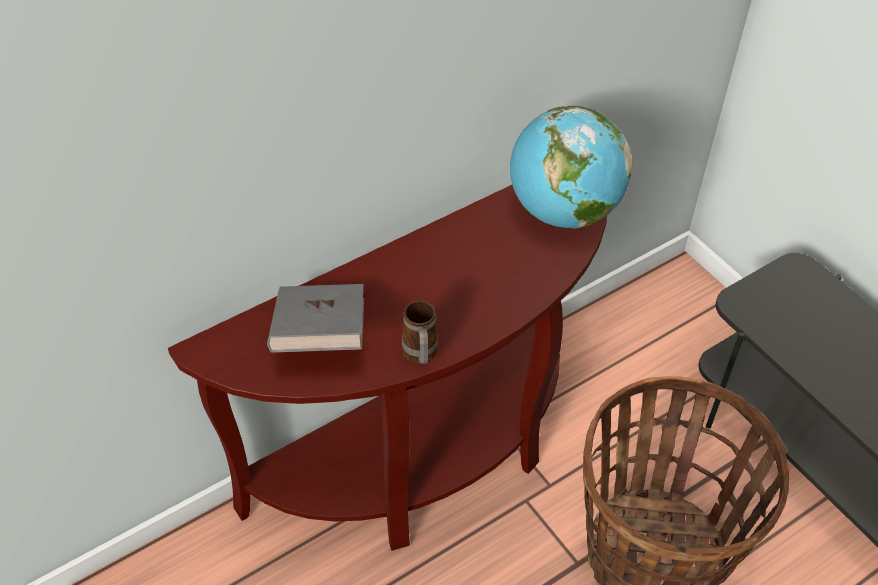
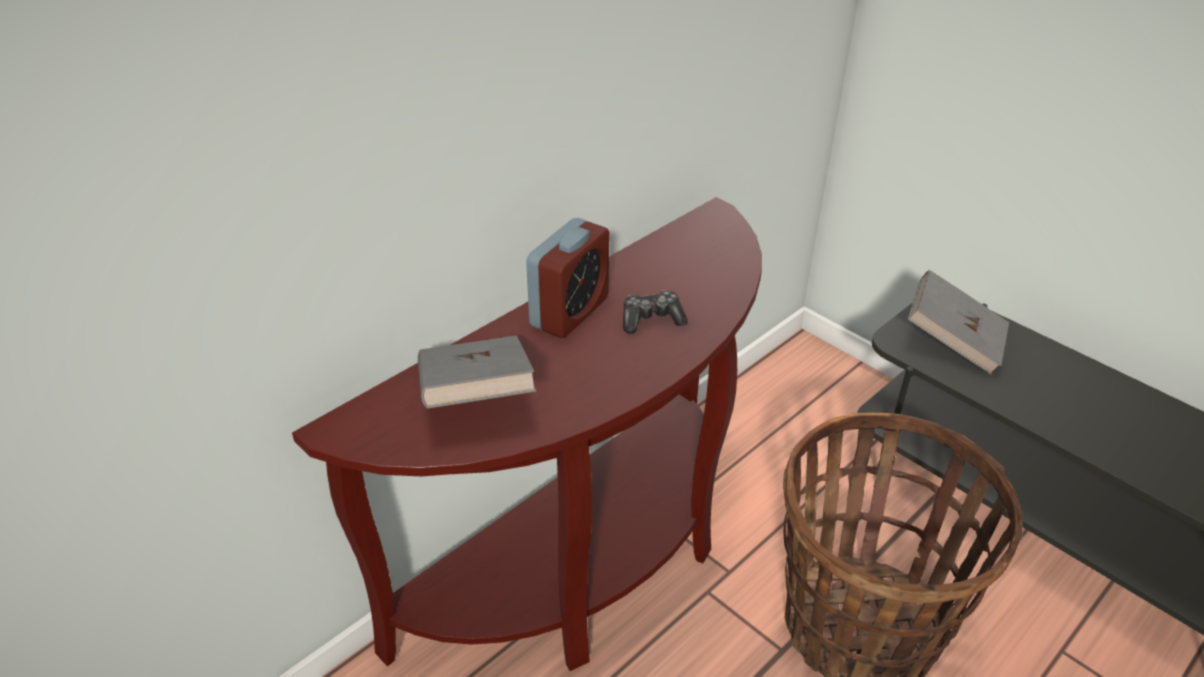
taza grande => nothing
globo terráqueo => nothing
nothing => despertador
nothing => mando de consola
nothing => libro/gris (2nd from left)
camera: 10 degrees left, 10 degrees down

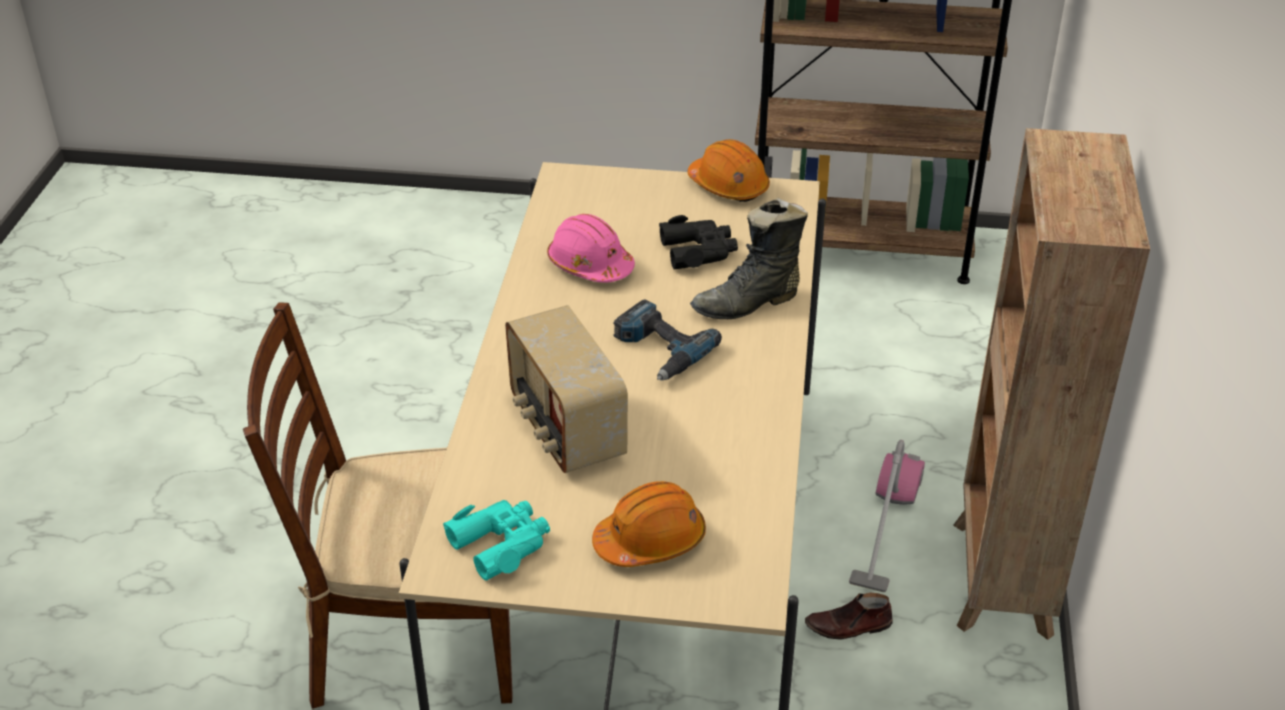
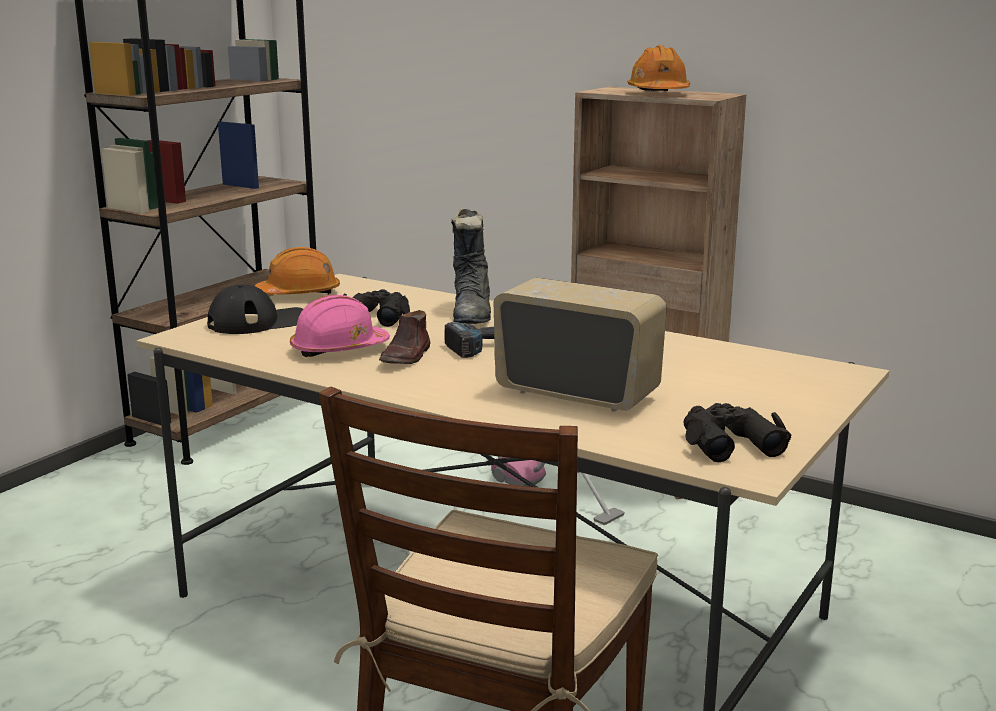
prismáticos/turquesa => prismáticos/negro (2nd from left)
radio, 150 degrees counterclockwise
casco/naranja (1st from left in the first image) => casco/naranja (2nd from left), move
zapato/marrón, move
nothing => gorra/negro
camera: 65 degrees left, 20 degrees down

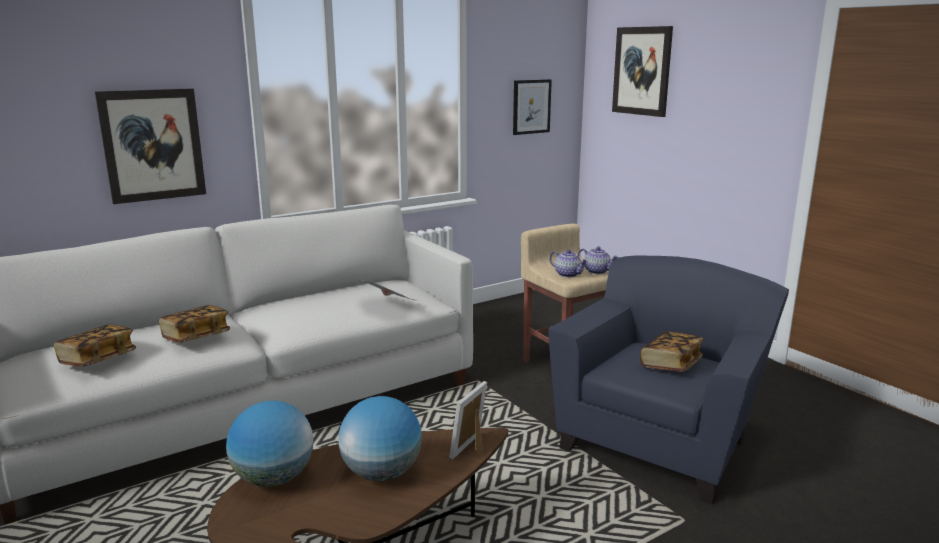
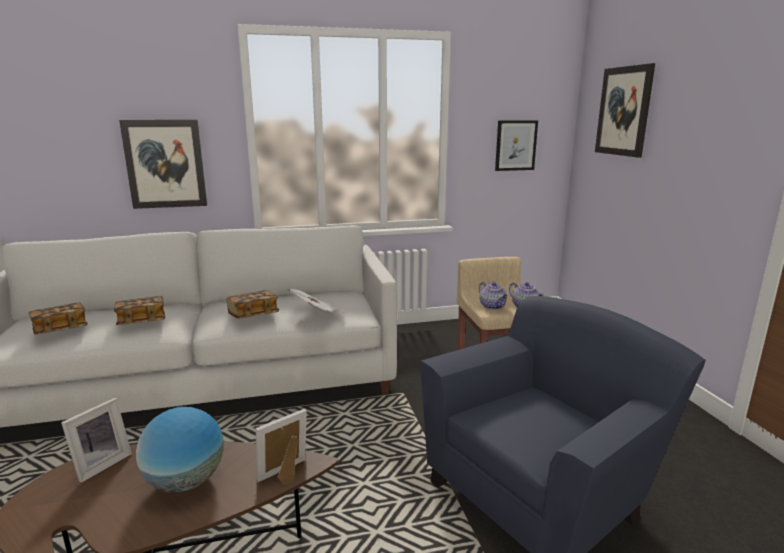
globo terráqueo (1st from left) => portarretratos (1st from left)
libro (3rd from left), move
camera: 20 degrees right, 0 degrees up

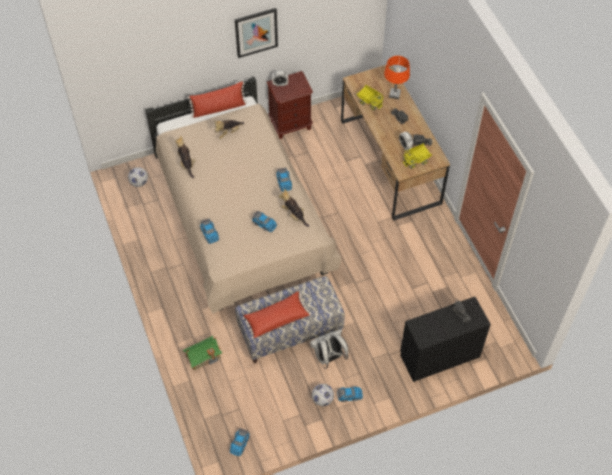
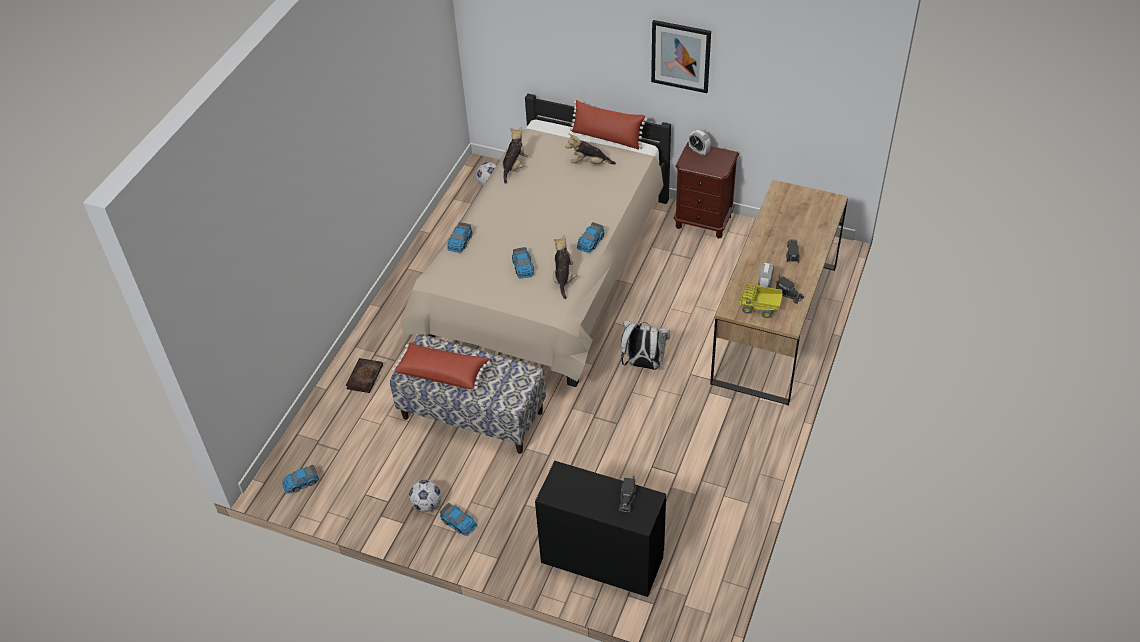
casita => libro
mochila/blanco, move
camión de juguete (1st from left) => nothing
lámpara de mesa/naranja => nothing
camera: 45 degrees right, 10 degrees down

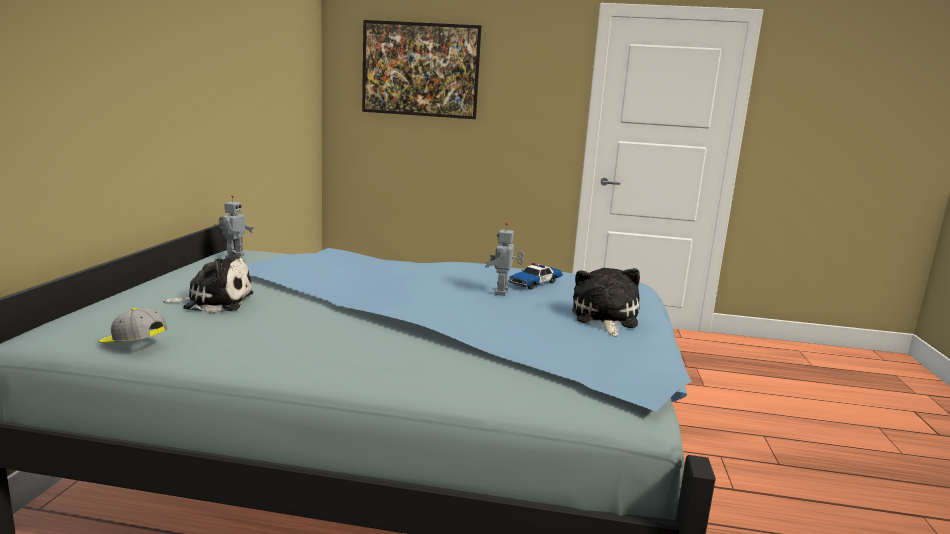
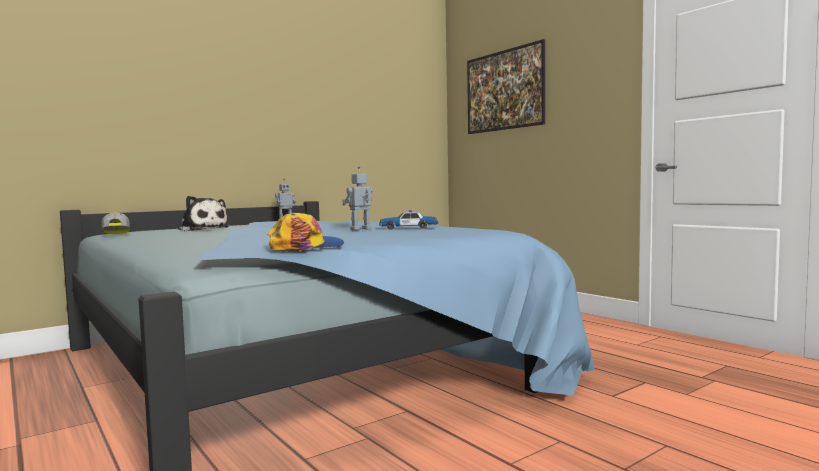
peluche (2nd from left) => nothing
nothing => gorra (2nd from left)
camera: 45 degrees right, 10 degrees down

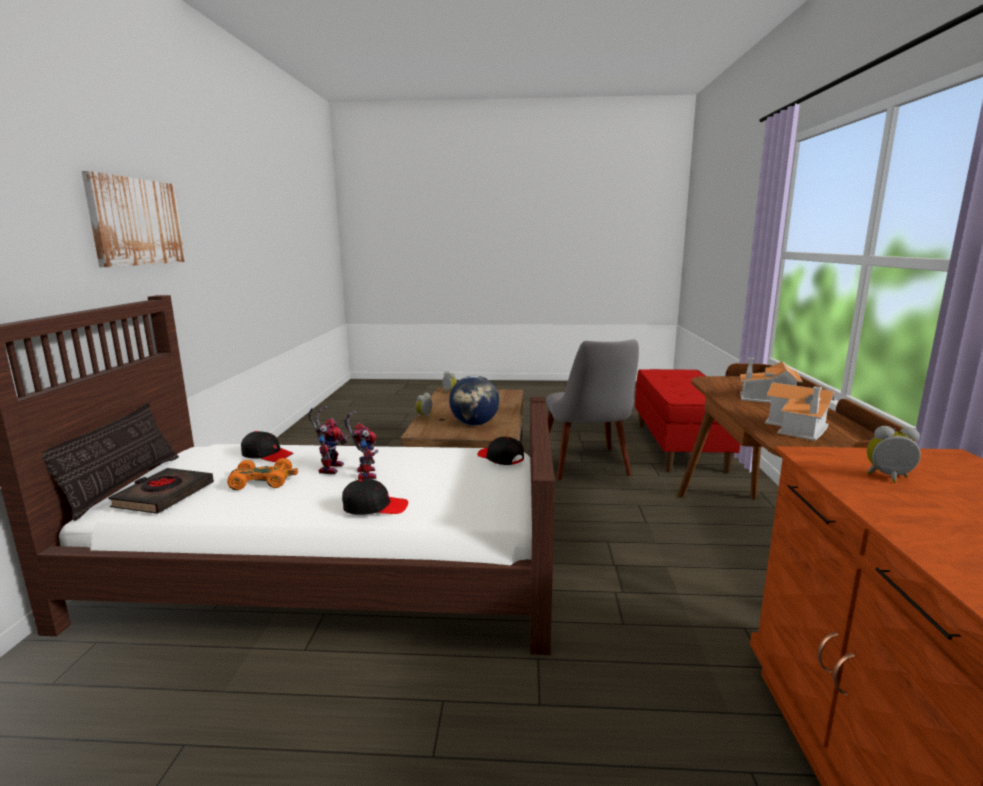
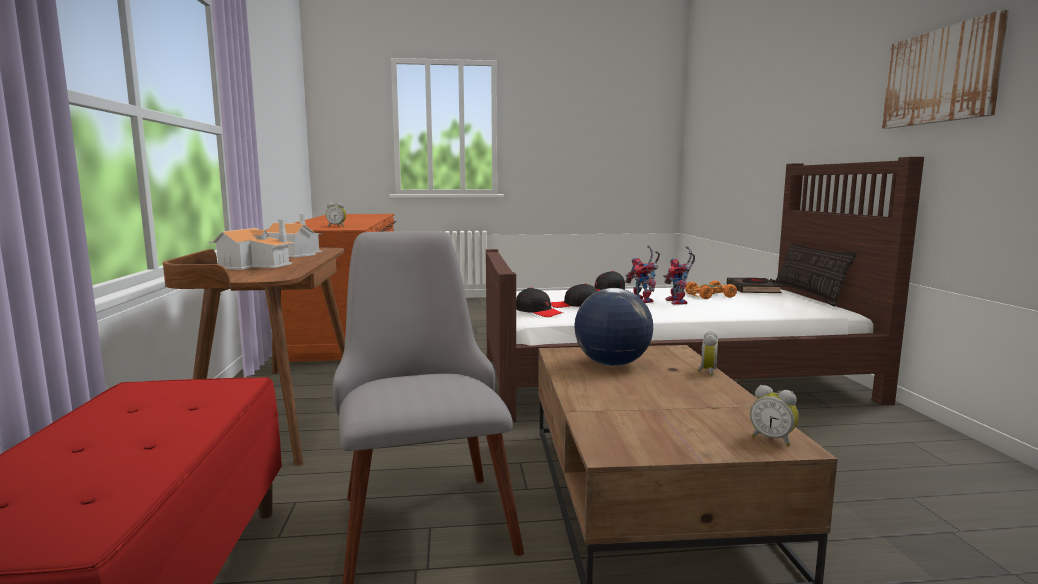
gorra/negro (1st from left in the first image) => gorra/negro (2nd from left), move
camera: 170 degrees right, 5 degrees down

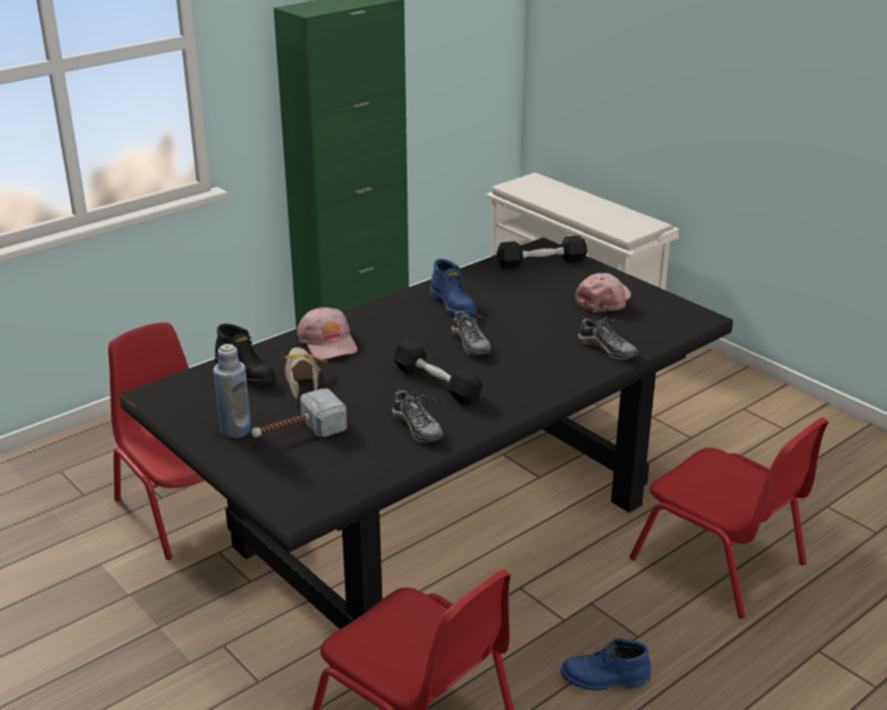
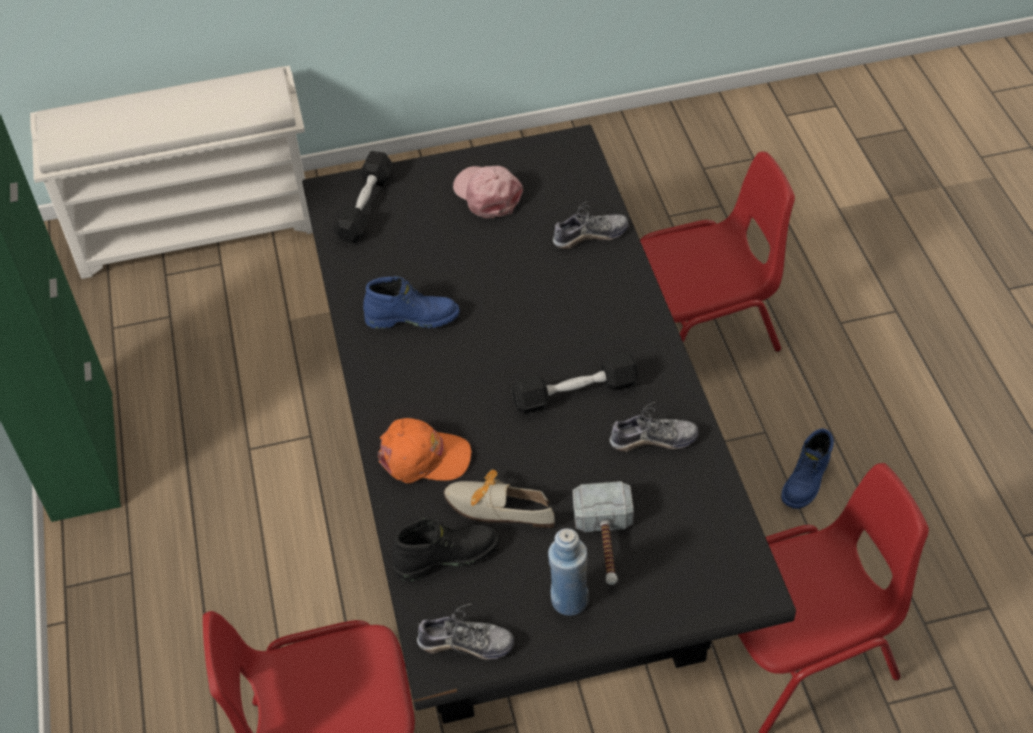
gorra/rosa (1st from left) => gorra/naranja
zapato (3rd from left in the first image) => zapato (1st from left), move
camera: 60 degrees left, 20 degrees up

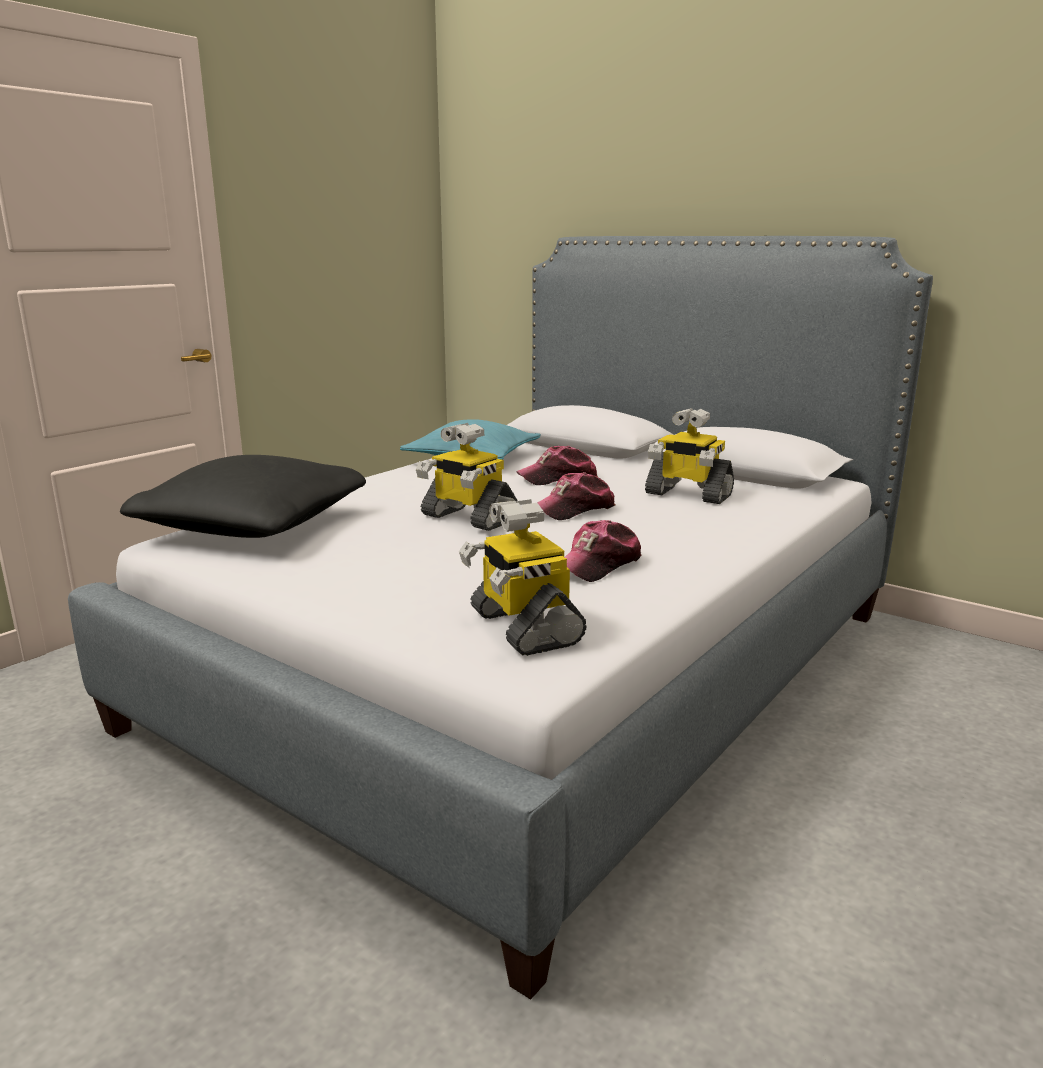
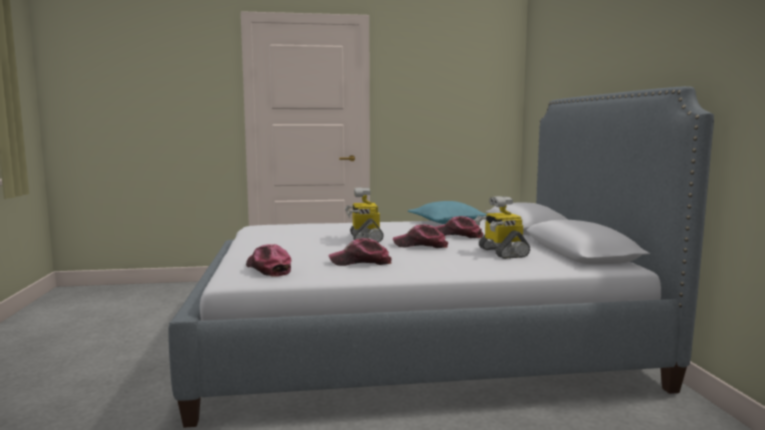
cojín/negro => nothing
robot de juguete (2nd from left) => gorra (1st from left)
camera: 45 degrees right, 10 degrees down

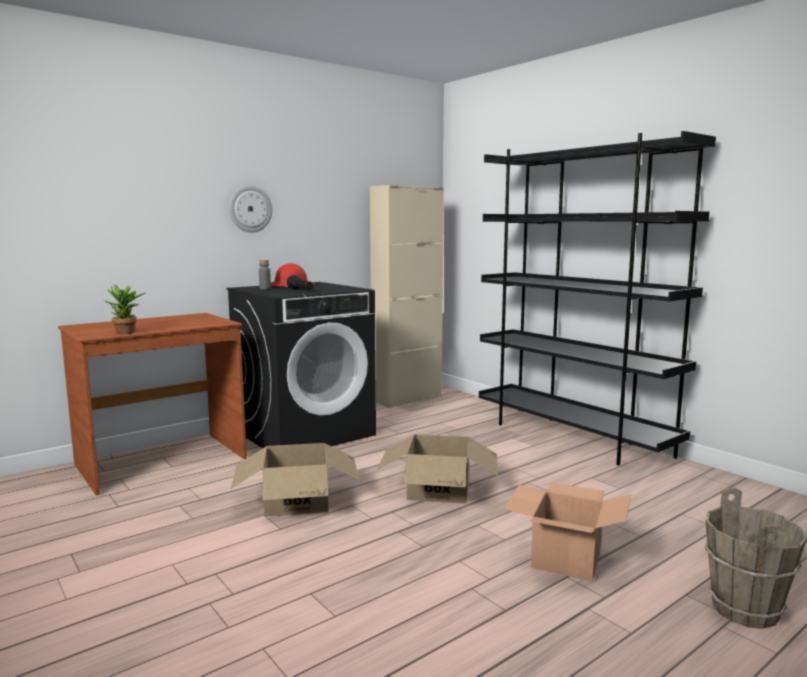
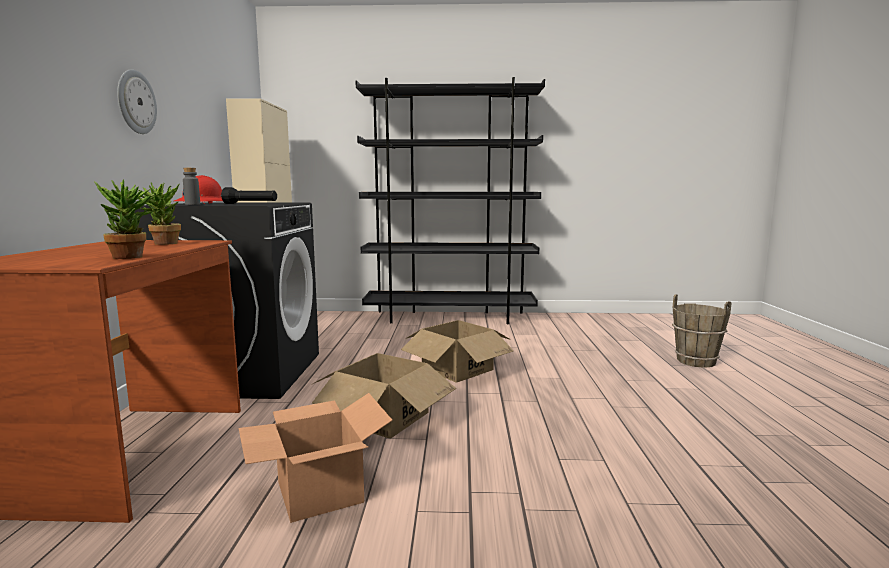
caja de cartón (3rd from left in the first image) => caja de cartón (1st from left), move
nothing => planta en maceta (2nd from left)
camera: 50 degrees left, 0 degrees up

